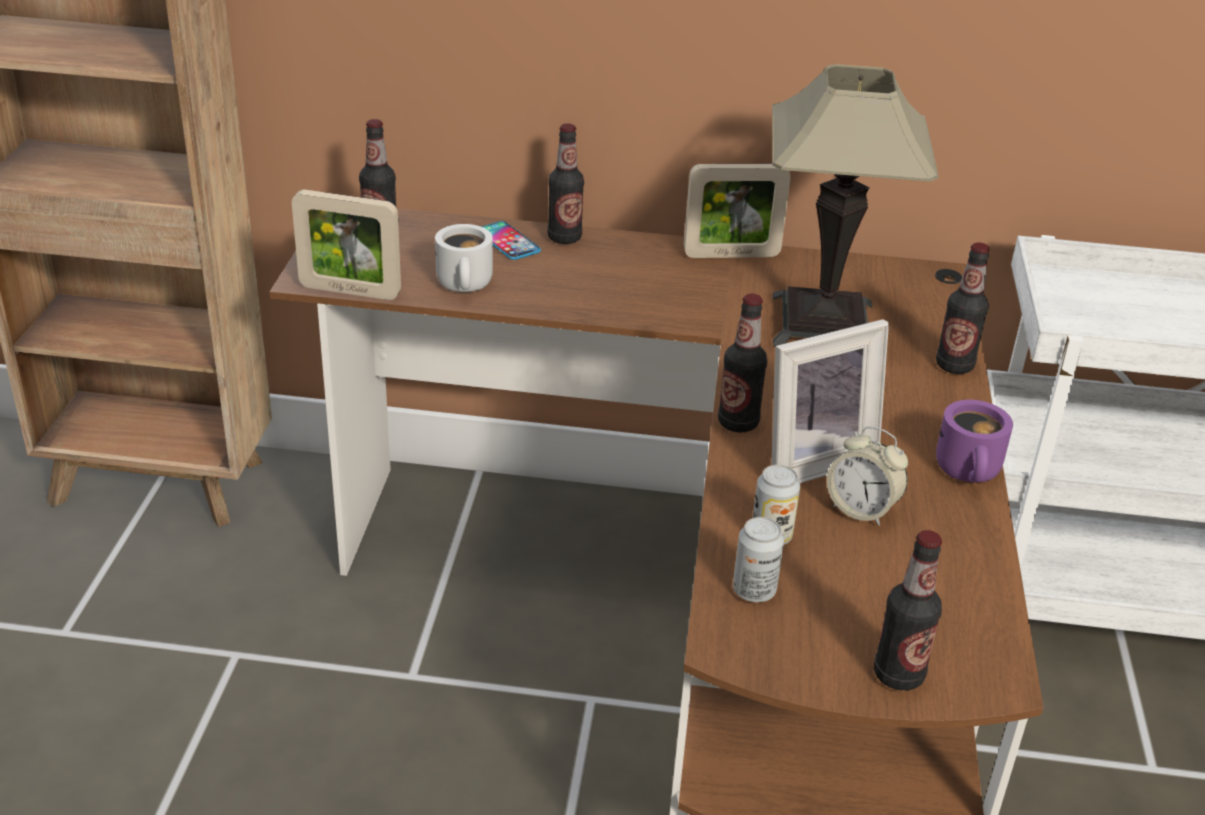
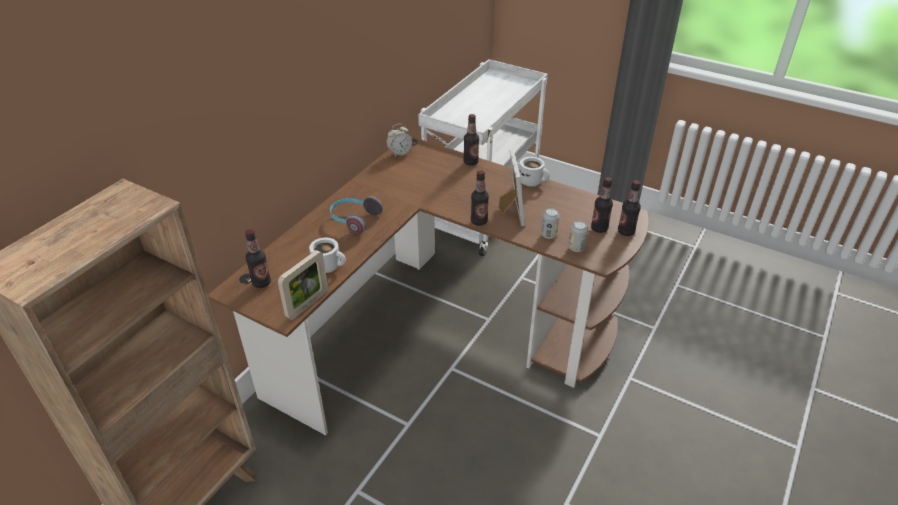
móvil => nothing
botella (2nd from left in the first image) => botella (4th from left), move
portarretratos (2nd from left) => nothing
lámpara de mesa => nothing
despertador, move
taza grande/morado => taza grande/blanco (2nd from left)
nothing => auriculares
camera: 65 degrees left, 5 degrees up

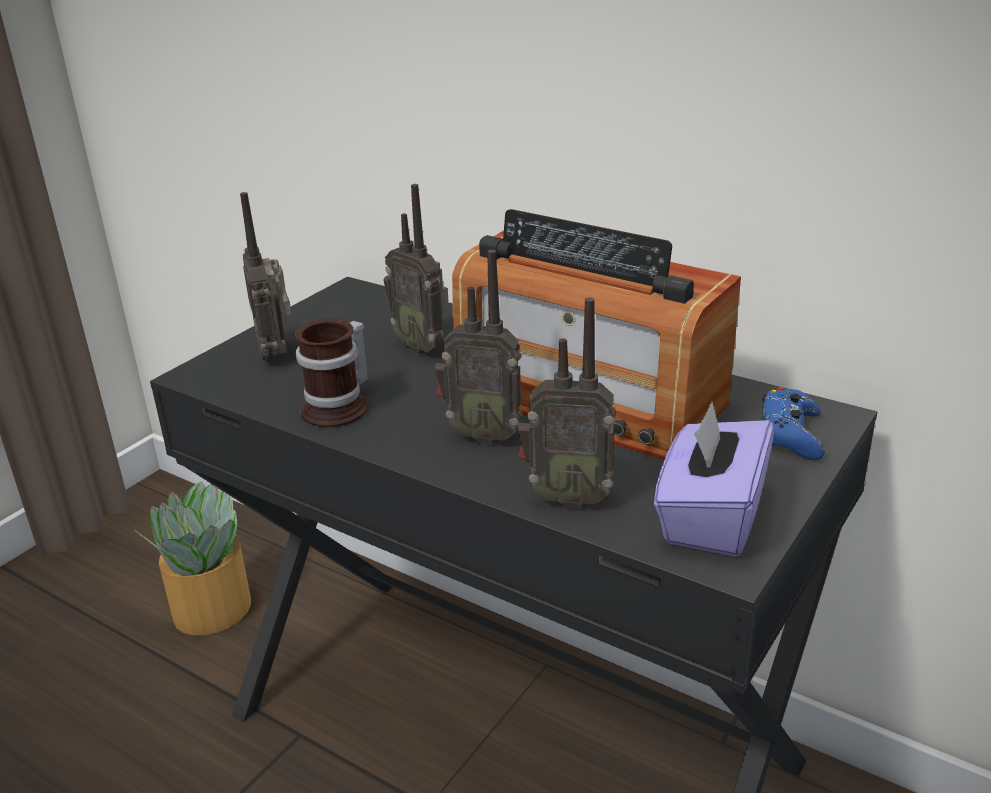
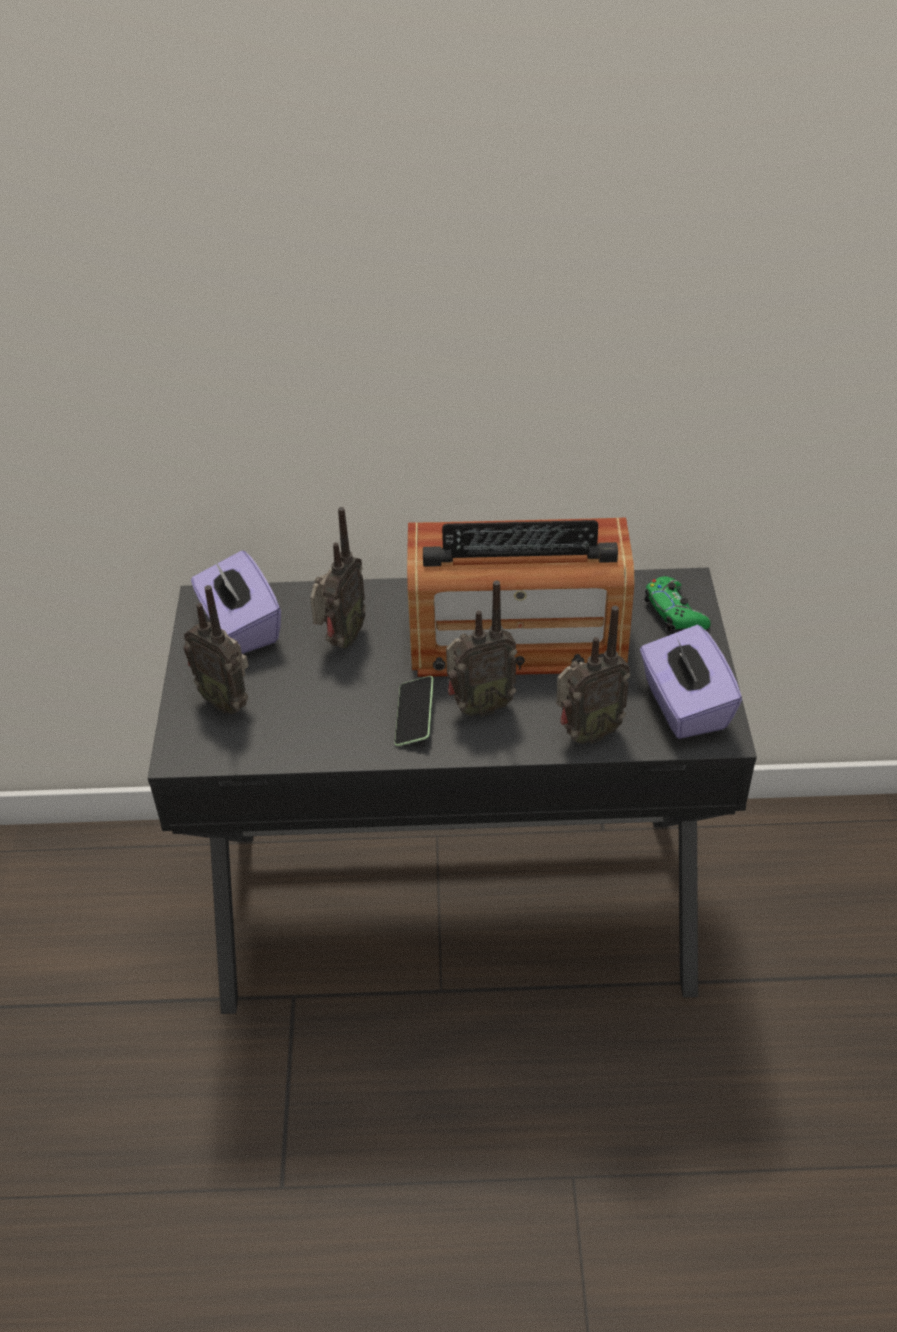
planta en maceta => nothing
taza grande => nothing
radio (2nd from left), 75 degrees counterclockwise
mando de consola/azul => mando de consola/verde
nothing => caja de pañuelos/morado (1st from left)
nothing => móvil
camera: 35 degrees left, 15 degrees up

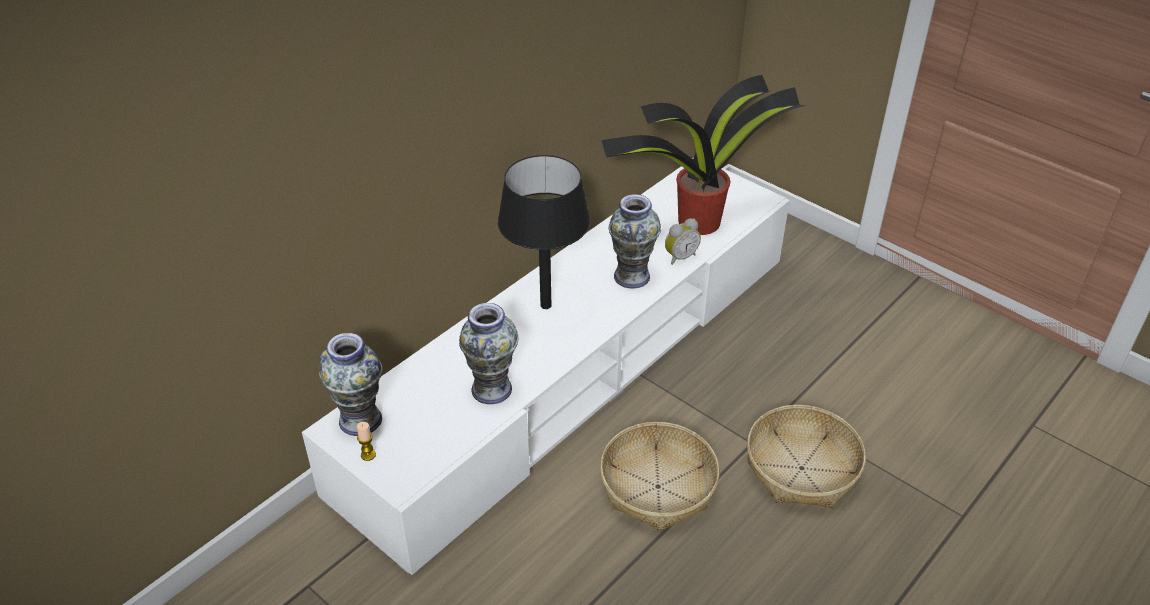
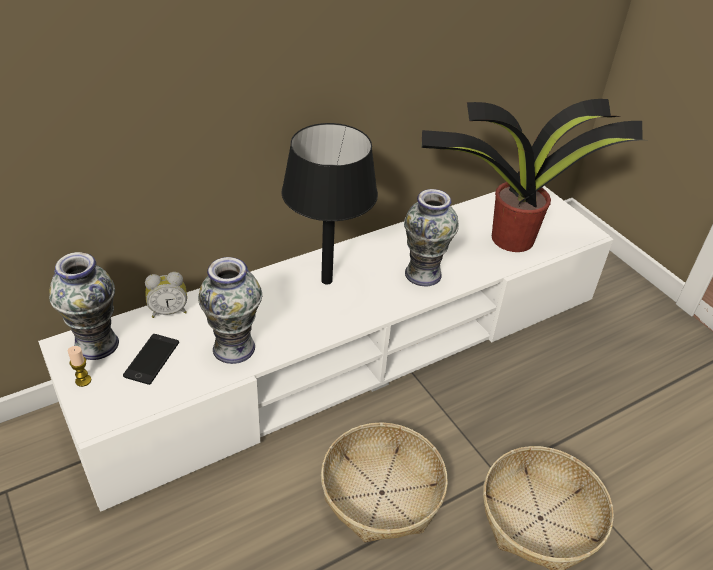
despertador, move
nothing => móvil
camera: 15 degrees right, 0 degrees up

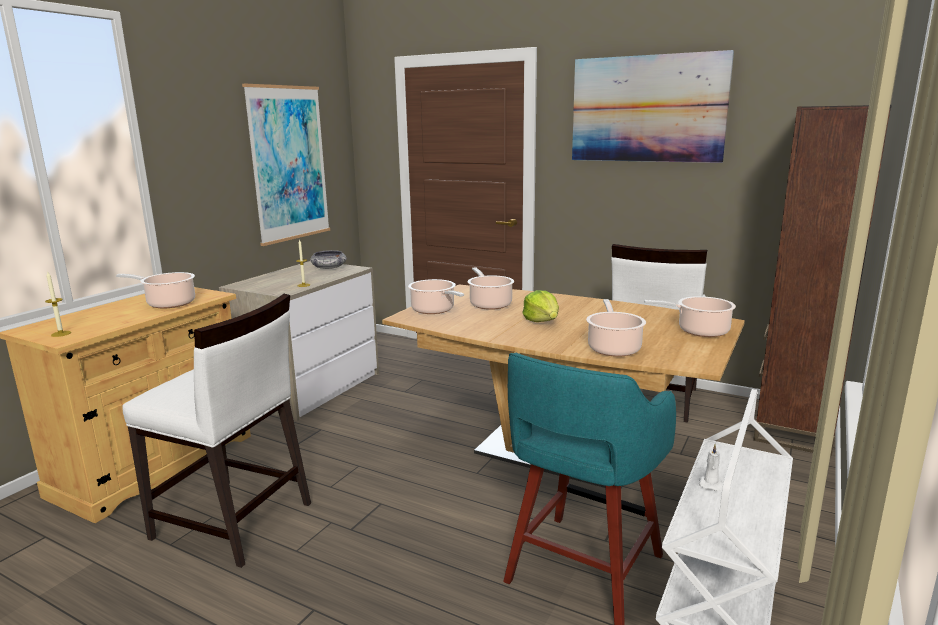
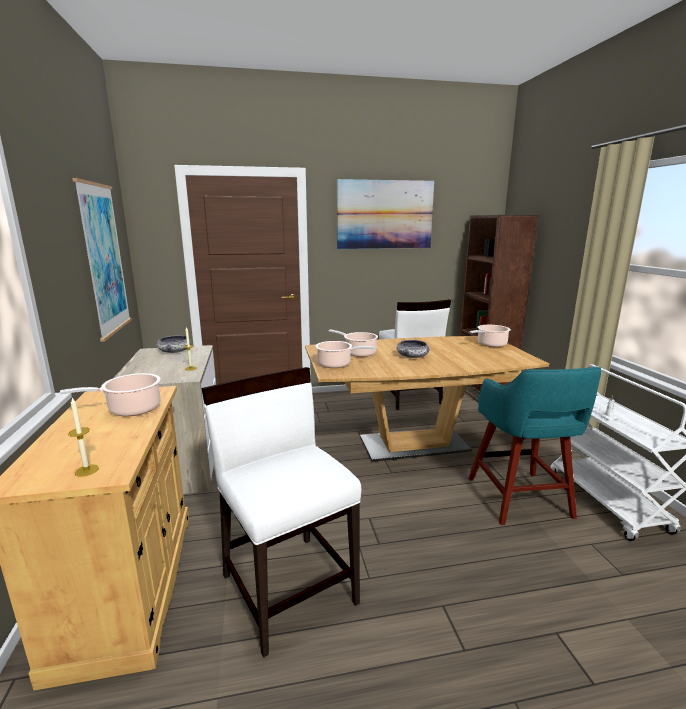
silla/blanco (1st from left), 105 degrees counterclockwise
lechuga => cuenco (2nd from left)
olla (4th from left) => nothing
camera: 40 degrees left, 0 degrees up

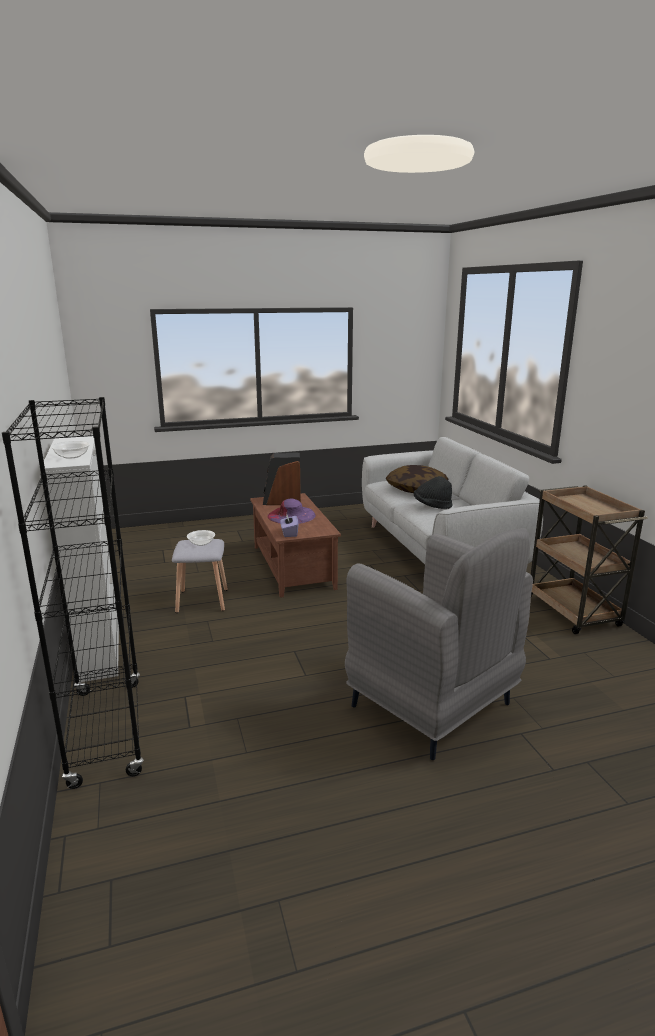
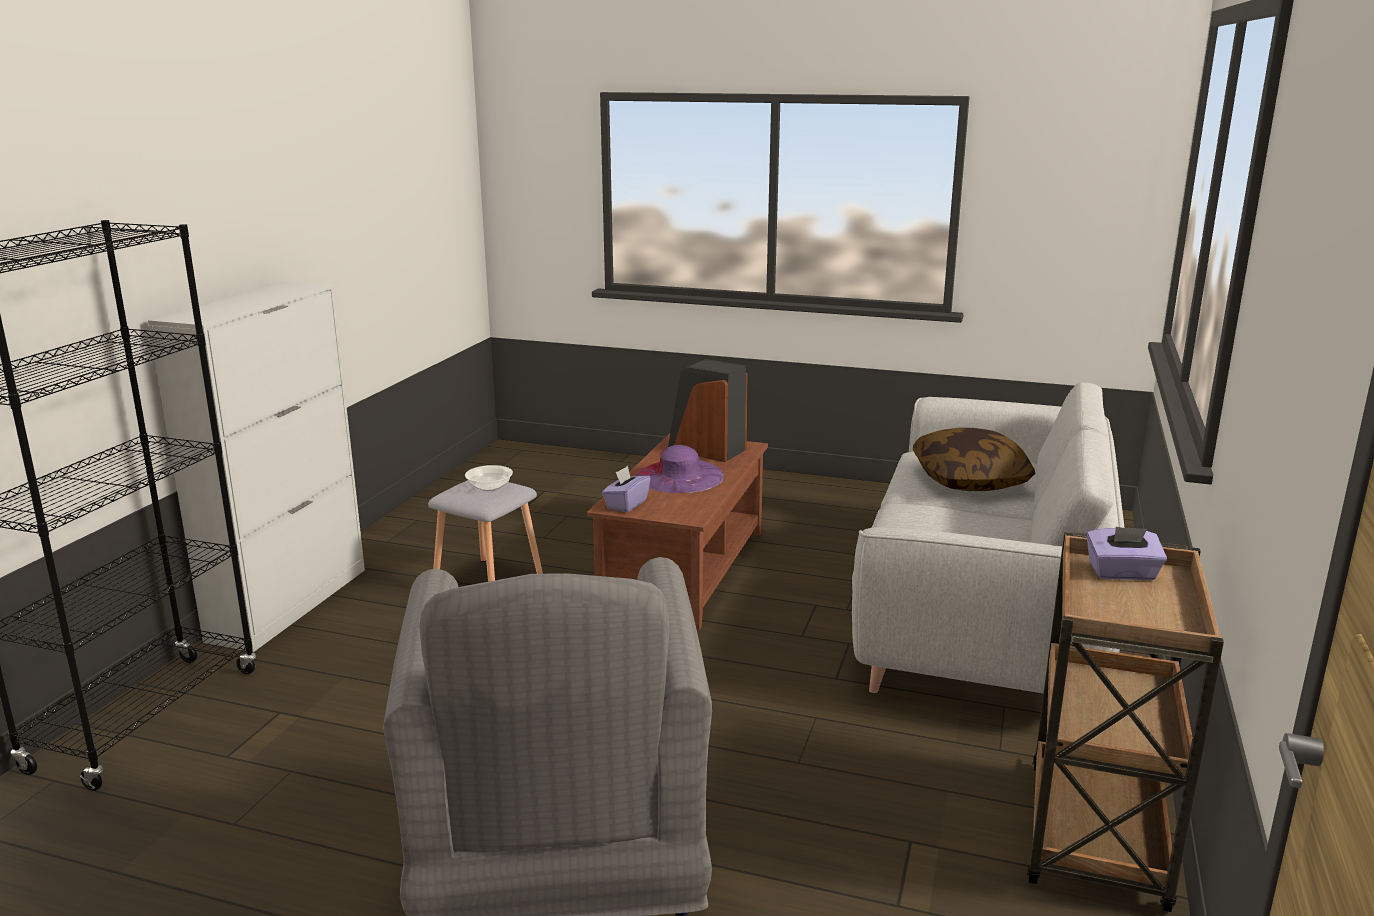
cuenco (1st from left) => nothing
sombrero/negro => nothing
nothing => caja de pañuelos/morado (2nd from left)
camera: 35 degrees right, 0 degrees up

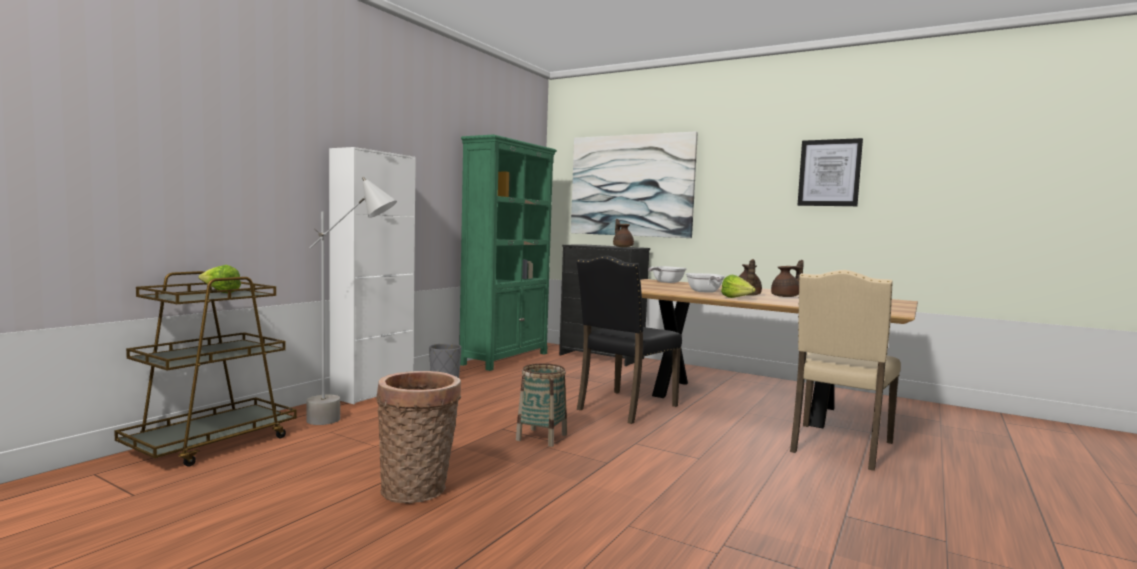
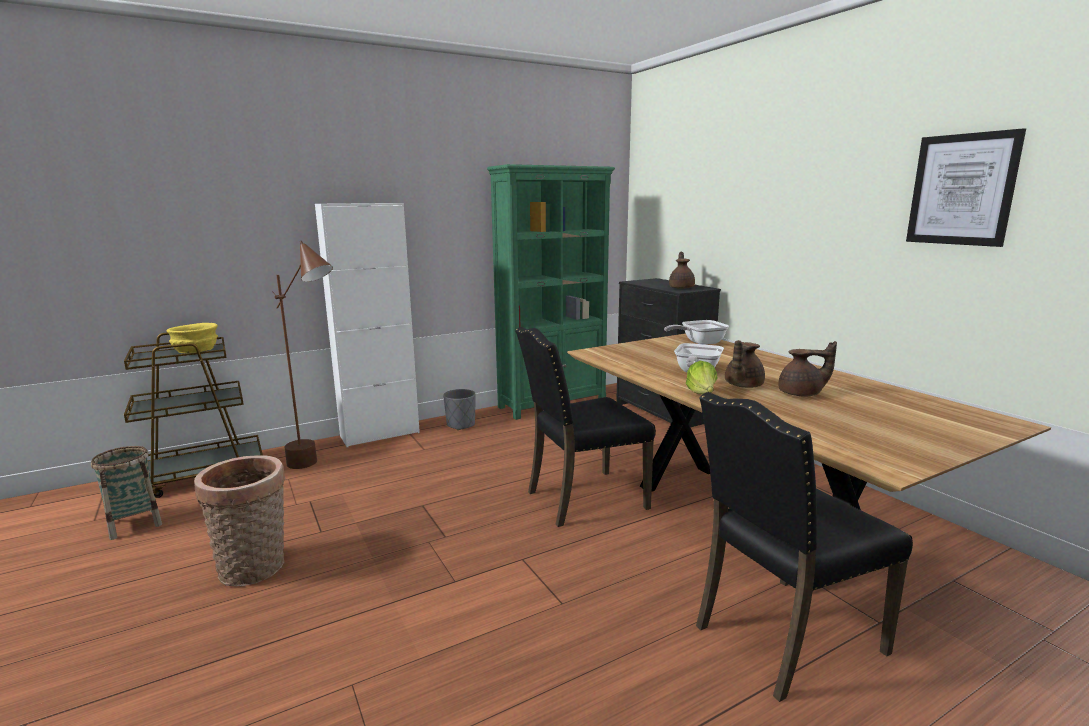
lechuga (1st from left) => cuenco/amarillo
lámpara de pie/gris => lámpara de pie/marrón
cesta (2nd from left in the first image) => cesta (1st from left), move
cuadro (1st from left) => nothing
silla/beis => silla/negro (2nd from left)
camera: 30 degrees right, 10 degrees up

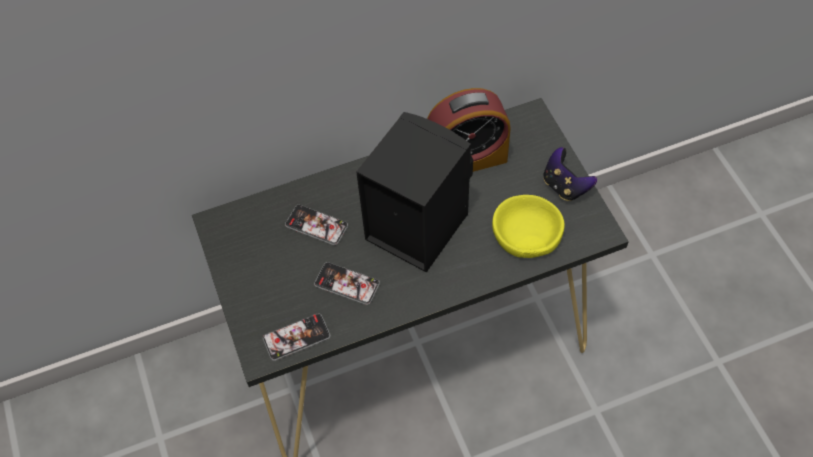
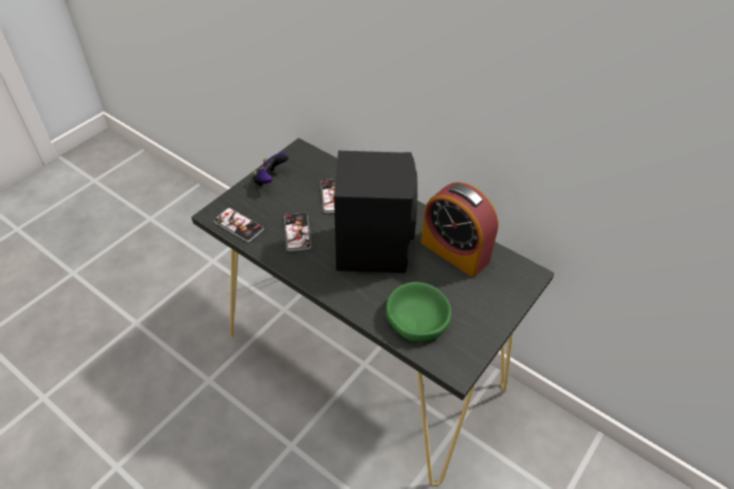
cuenco/amarillo => cuenco/verde
mando de consola, move
camera: 55 degrees right, 10 degrees down

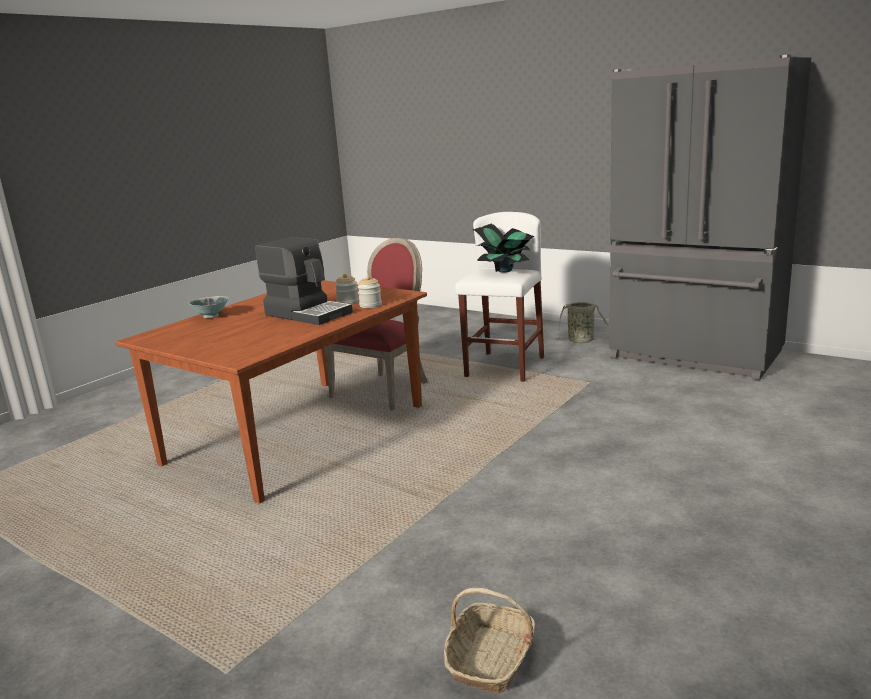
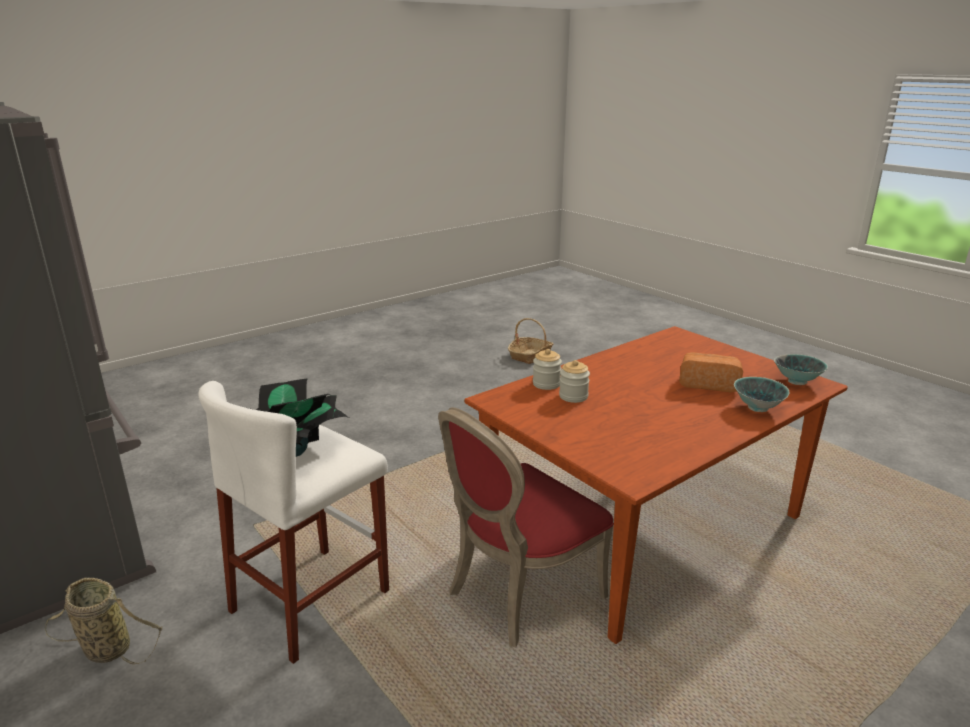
cafetera => nothing
nothing => pan
nothing => cuenco (2nd from left)
camera: 165 degrees left, 5 degrees up

